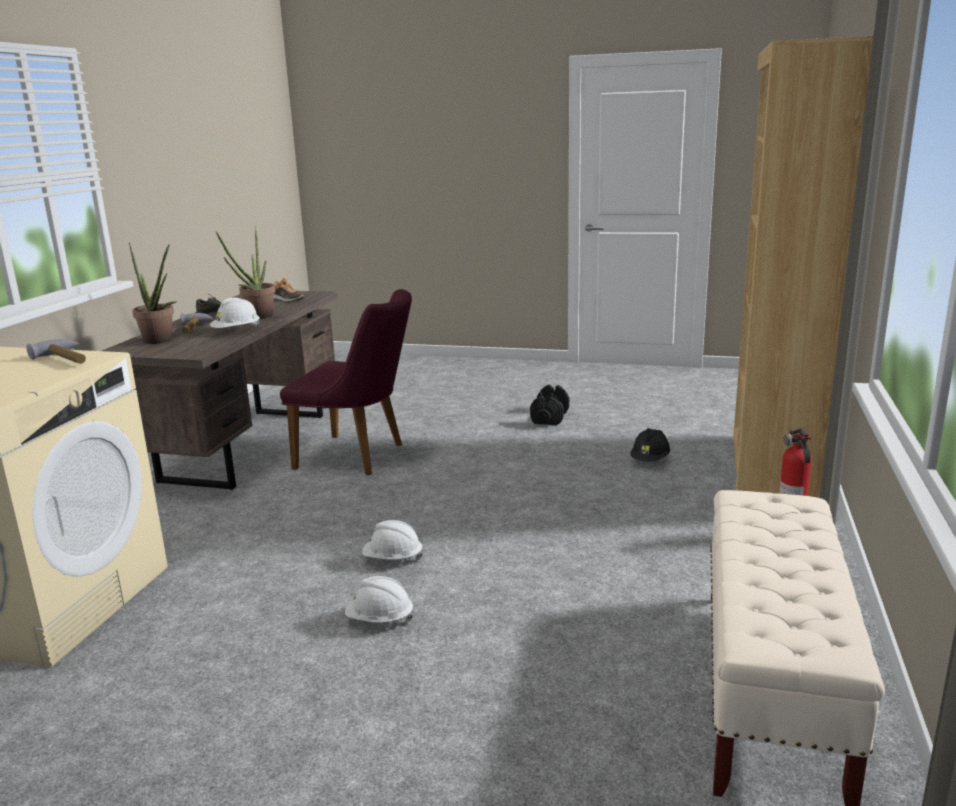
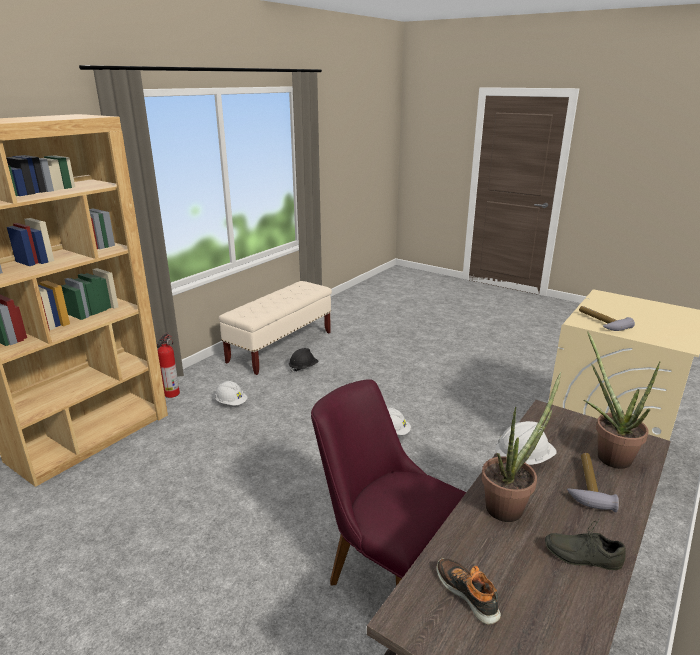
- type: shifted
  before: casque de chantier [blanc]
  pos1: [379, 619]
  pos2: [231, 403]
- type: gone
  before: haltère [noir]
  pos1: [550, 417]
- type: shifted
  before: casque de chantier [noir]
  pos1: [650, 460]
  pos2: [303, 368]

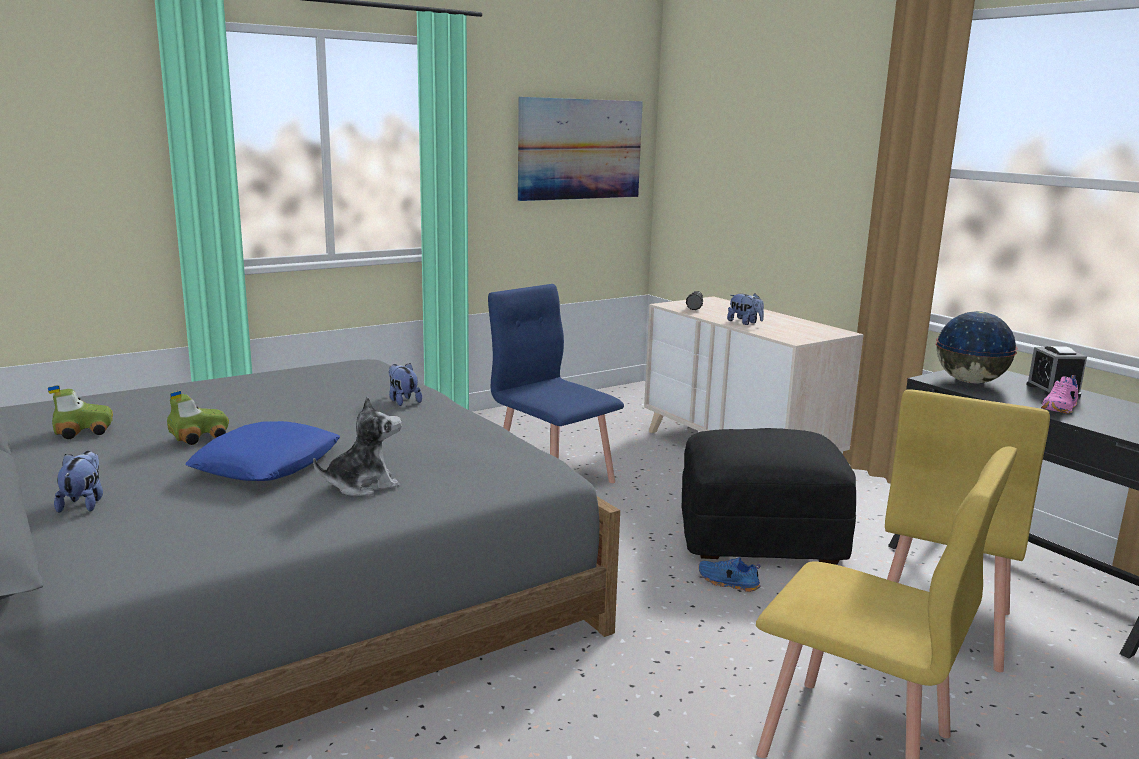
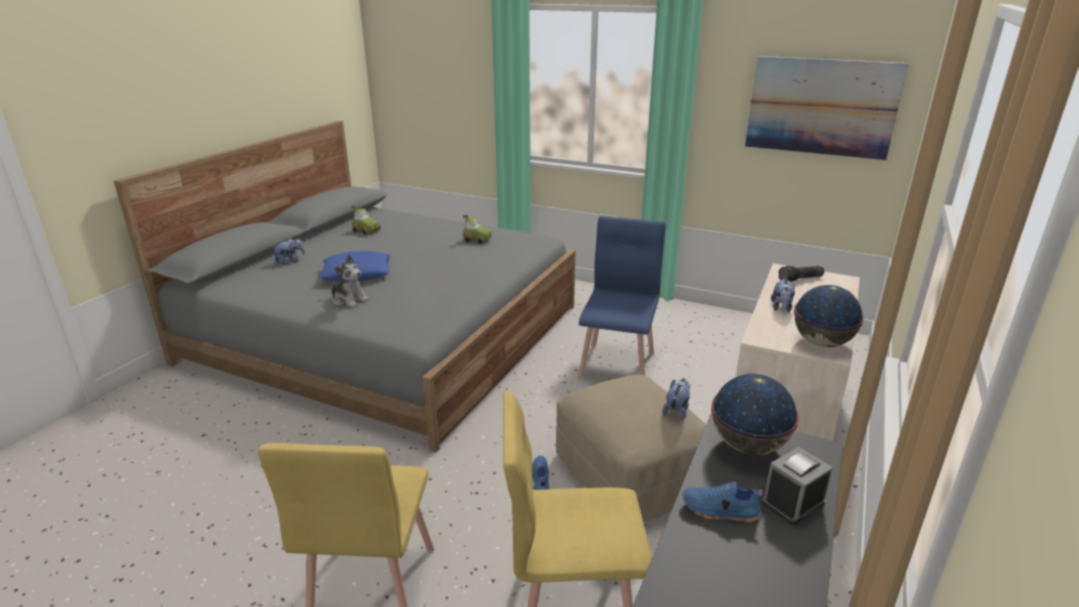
- type: shifted
  before: petite voiture
  pos1: [198, 436]
  pos2: [478, 240]
- type: shifted
  before: peluche
  pos1: [403, 401]
  pos2: [676, 411]
- type: repainted
  before: pouf [noir]
  after: pouf [beige]
  pos1: [760, 536]
  pos2: [630, 475]
- type: repainted
  before: chaussure [rose]
  after: chaussure [bleu]
  pos1: [1060, 408]
  pos2: [720, 511]
- type: new
  after: globe
  pos2: [821, 342]

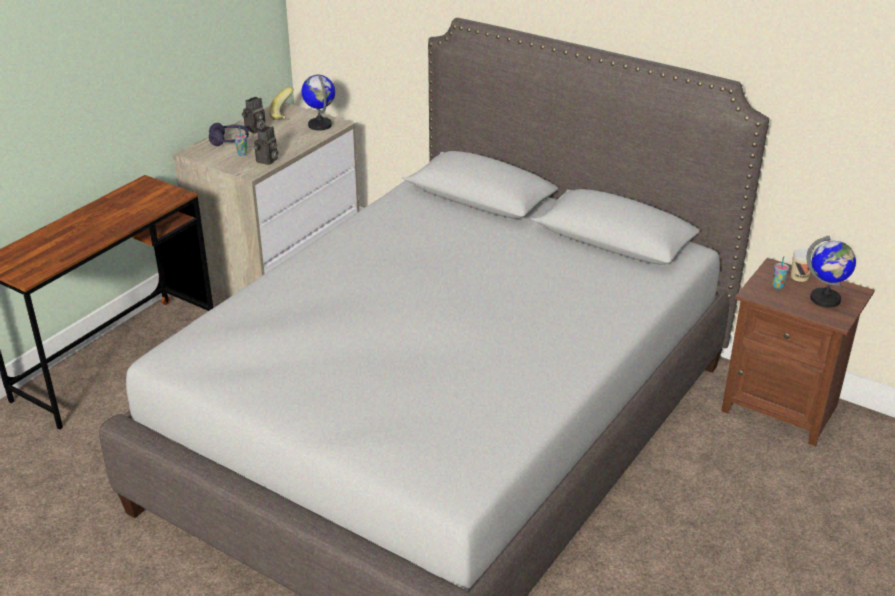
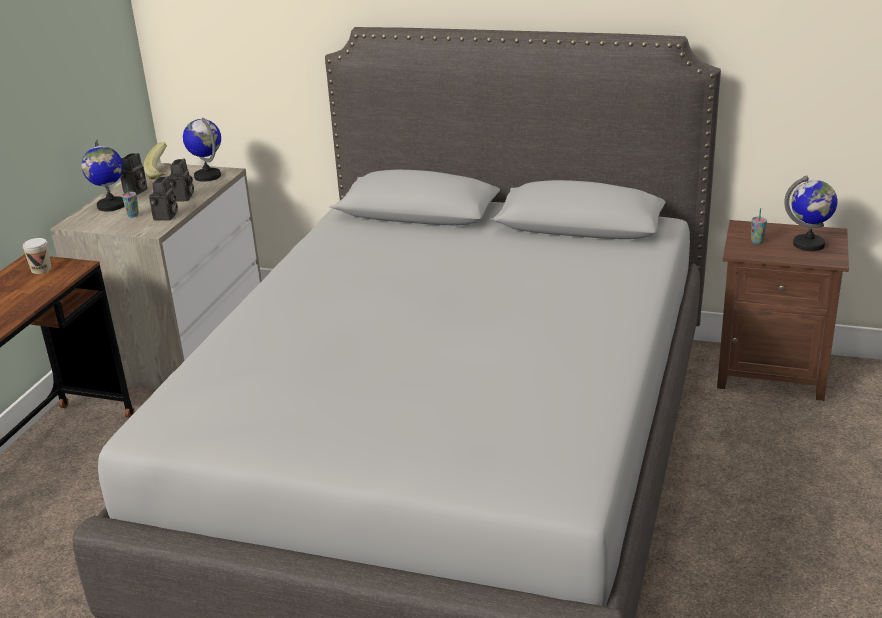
- type: swapped
  before: casque audio [violet]
  after: globe
  pos1: [229, 141]
  pos2: [111, 206]
- type: shifted
  before: tasse
  pos1: [799, 277]
  pos2: [41, 269]
- type: new
  after: appareil photo
  pos2: [183, 198]

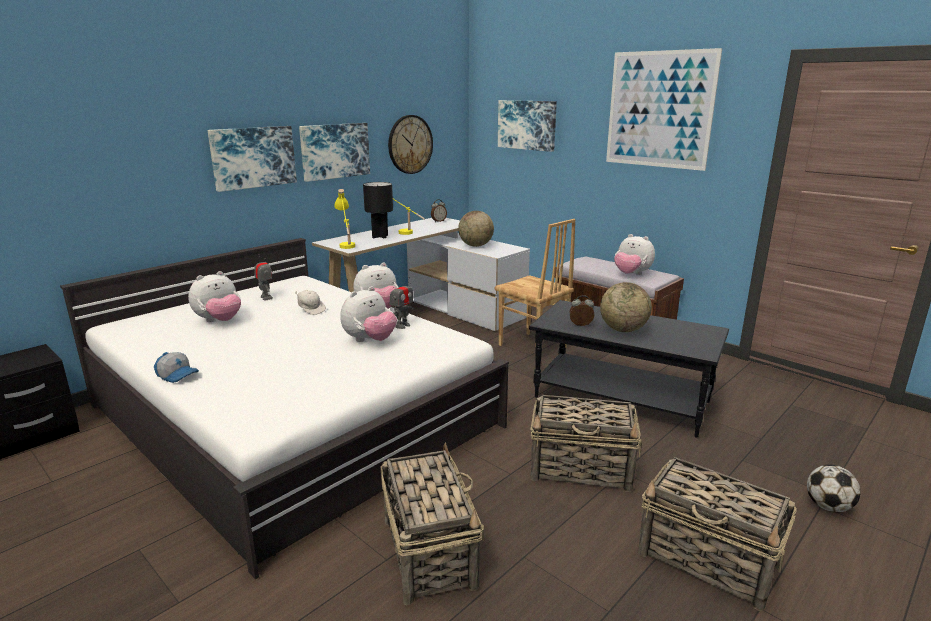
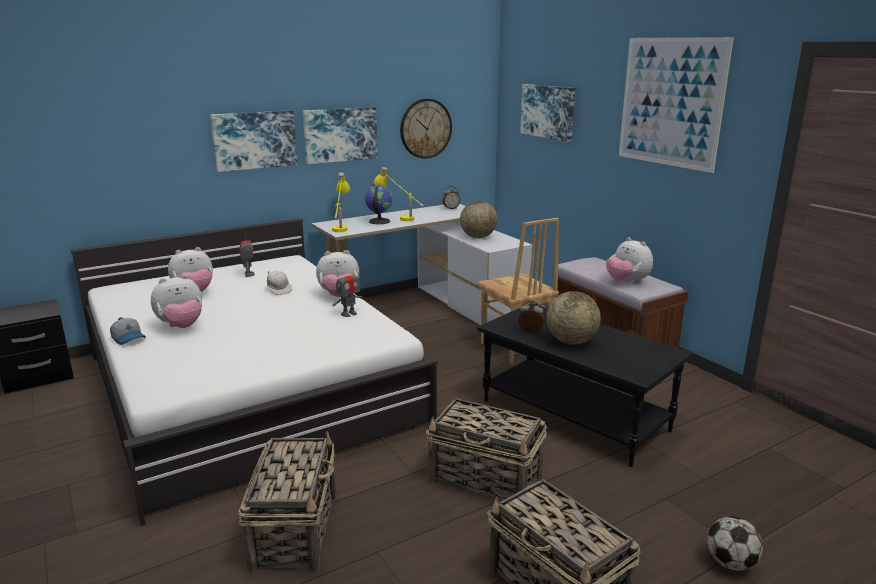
- type: shifted
  before: peluche
  pos1: [370, 340]
  pos2: [181, 326]
- type: swapped
  before: lampe de table [noir]
  after: globe
  pos1: [379, 236]
  pos2: [379, 221]

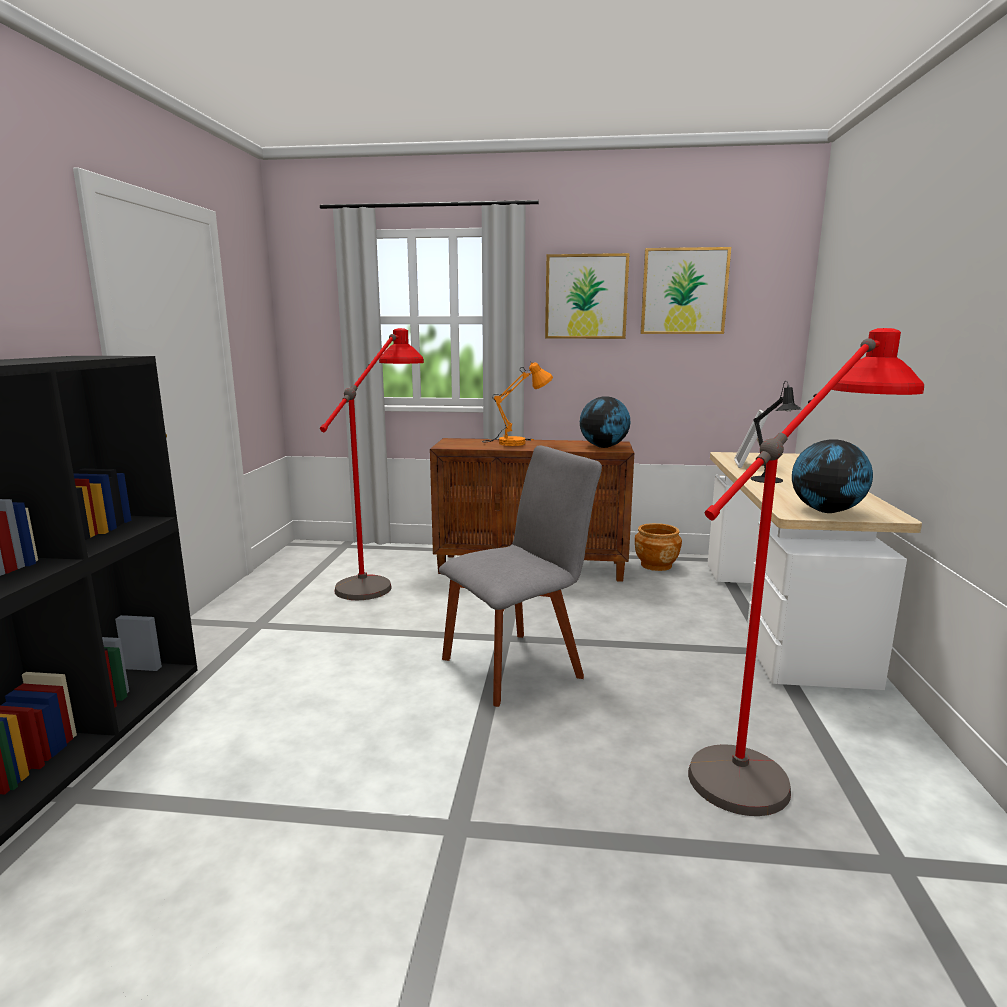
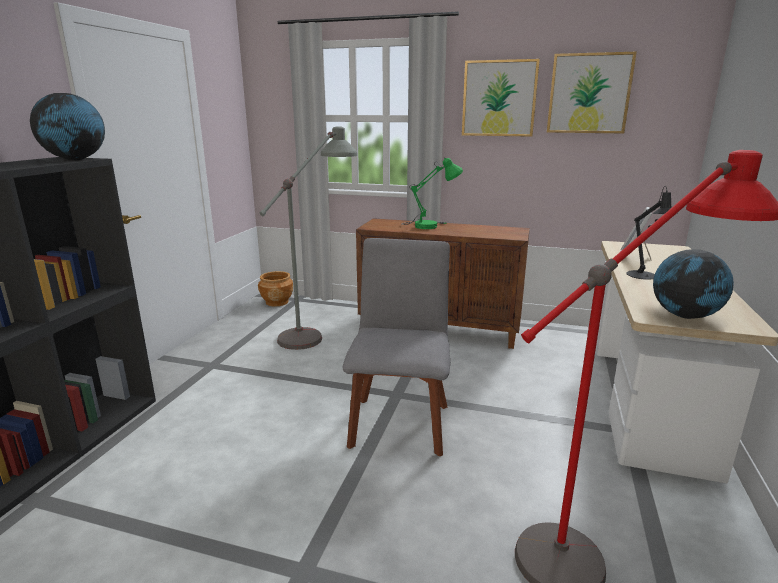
- type: repainted
  before: lampadaire [rouge]
  after: lampadaire [gris]
  pos1: [383, 575]
  pos2: [319, 328]
- type: rotated
  before: chaise [gris]
  pos1: [517, 665]
  pos2: [399, 421]
  turn: -60
- type: repainted
  before: lampe de table [orange]
  after: lampe de table [vert]
  pos1: [515, 442]
  pos2: [429, 225]
- type: shifted
  before: globe
  pos1: [604, 447]
  pos2: [75, 159]
- type: shifted
  before: cache-pot [marron]
  pos1: [656, 565]
  pos2: [277, 302]

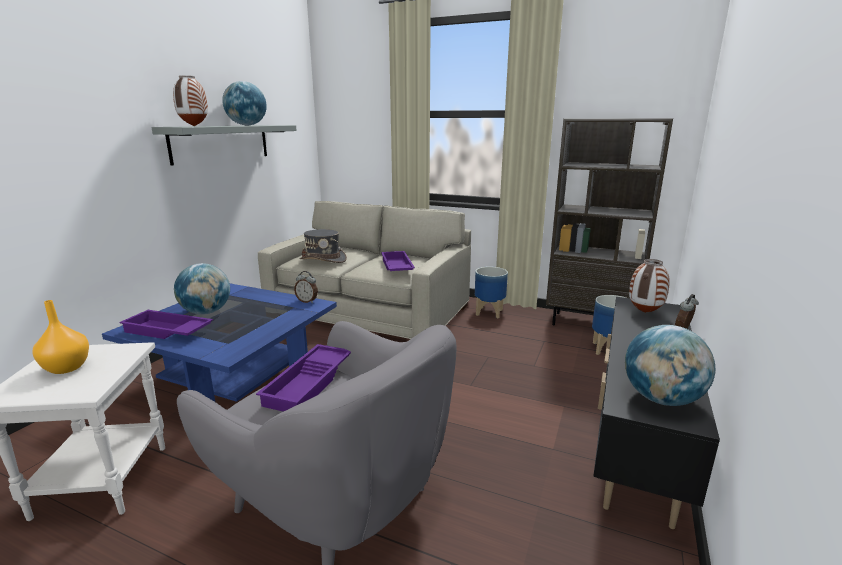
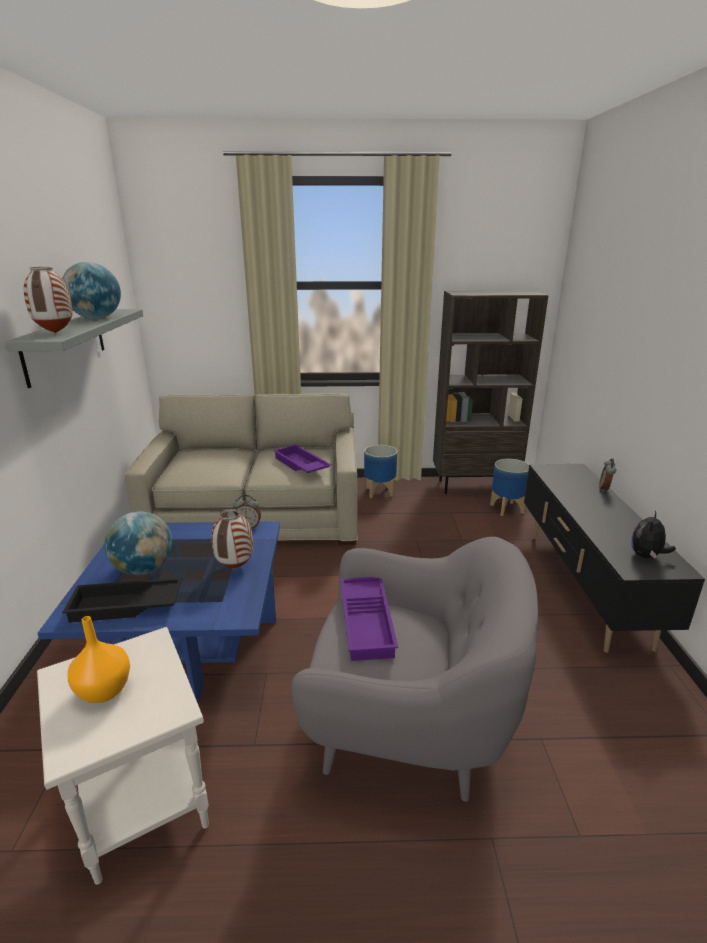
- type: repainted
  before: plateau [violet]
  after: plateau [noir]
  pos1: [166, 331]
  pos2: [125, 606]
- type: gone
  before: chapeau [gris]
  pos1: [323, 259]
- type: swapped
  before: globe
  after: peluche
  pos1: [661, 399]
  pos2: [646, 556]
- type: shifted
  before: vase
  pos1: [644, 312]
  pos2: [235, 566]

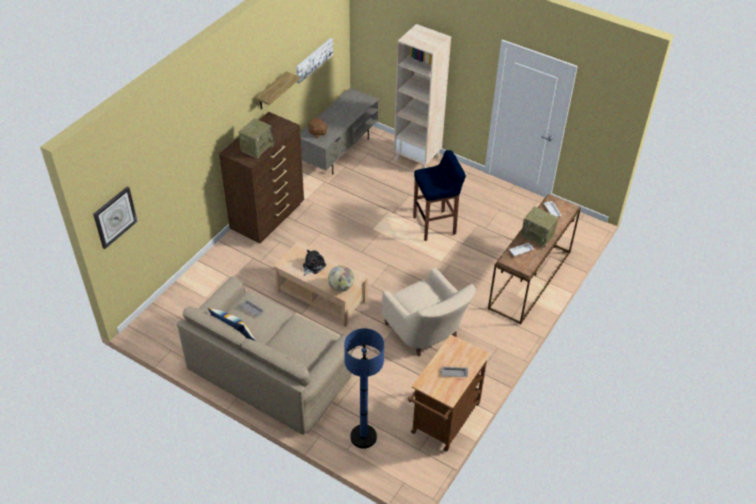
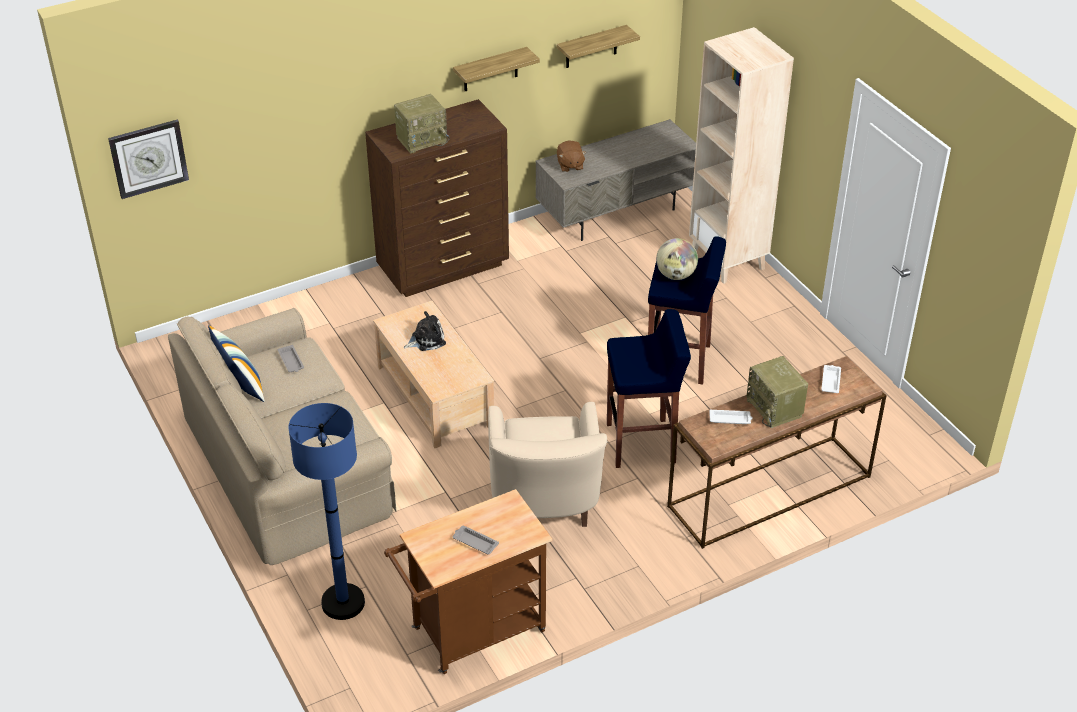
- type: swapped
  before: tableau
  after: étagère
  pos1: [313, 60]
  pos2: [591, 47]
- type: shifted
  before: globe
  pos1: [341, 287]
  pos2: [675, 275]
- type: new
  after: tabouret [bleu]
  pos2: [642, 443]

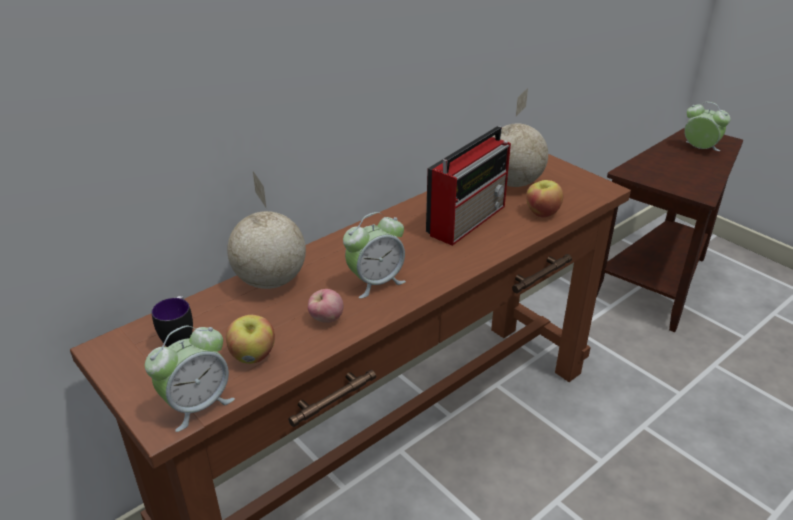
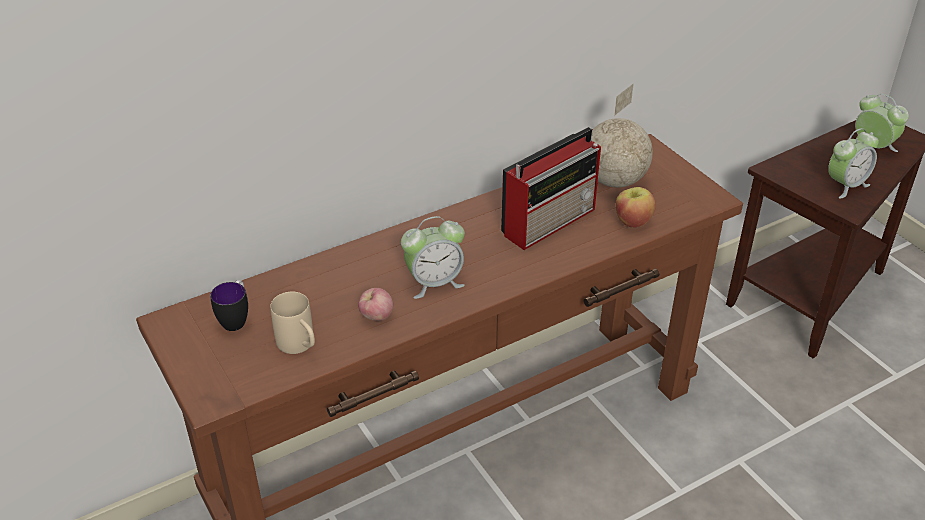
- type: shifted
  before: réveil
  pos1: [197, 405]
  pos2: [846, 185]
- type: swapped
  before: pomme
  after: mug [beige]
  pos1: [253, 356]
  pos2: [300, 346]
- type: gone
  before: globe
  pos1: [270, 281]

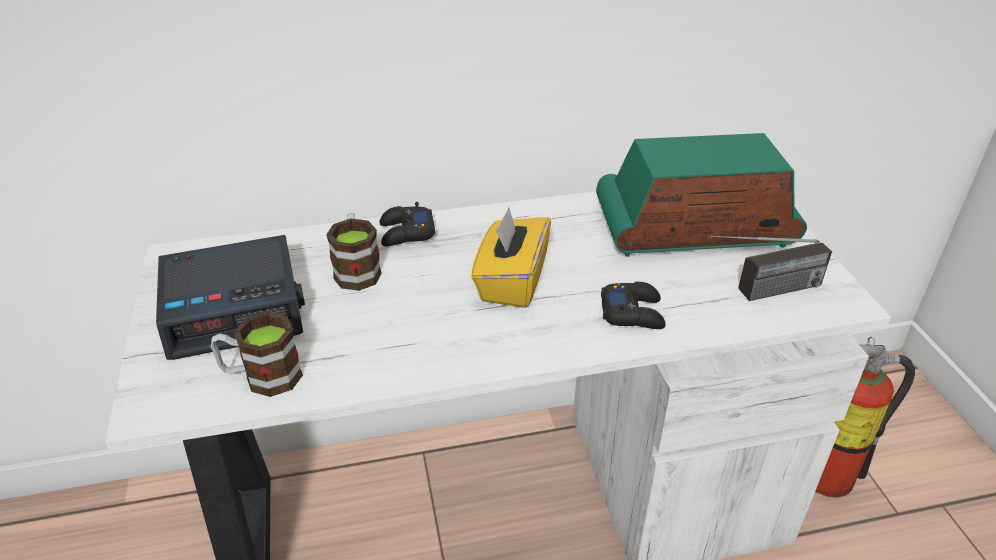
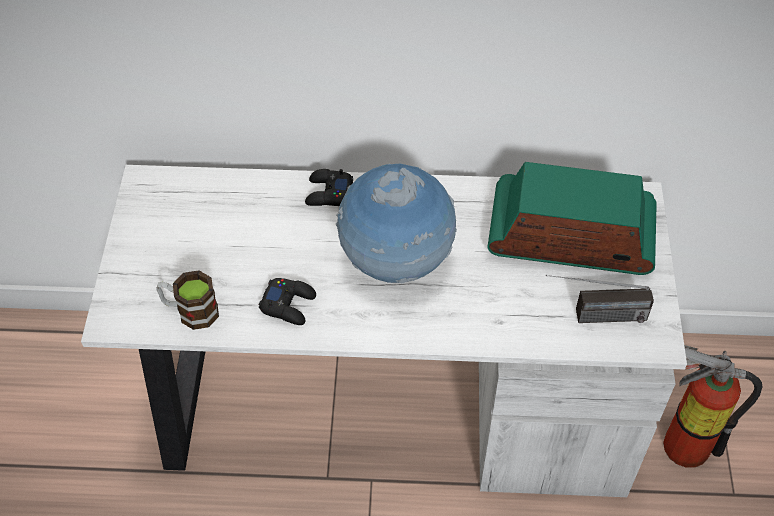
- type: gone
  before: réveil
  pos1: [235, 308]
- type: gone
  before: mug
  pos1: [357, 269]
- type: swapped
  before: boîte à mouchoirs [jaune]
  after: globe
  pos1: [511, 282]
  pos2: [396, 263]
- type: shifted
  before: manette [noir]
  pos1: [632, 312]
  pos2: [288, 304]

